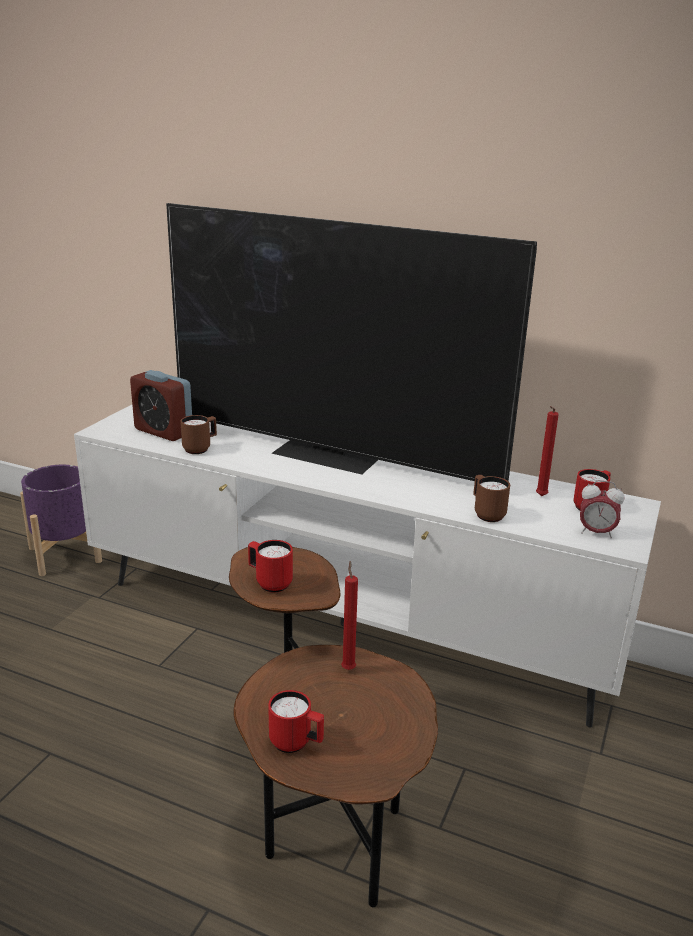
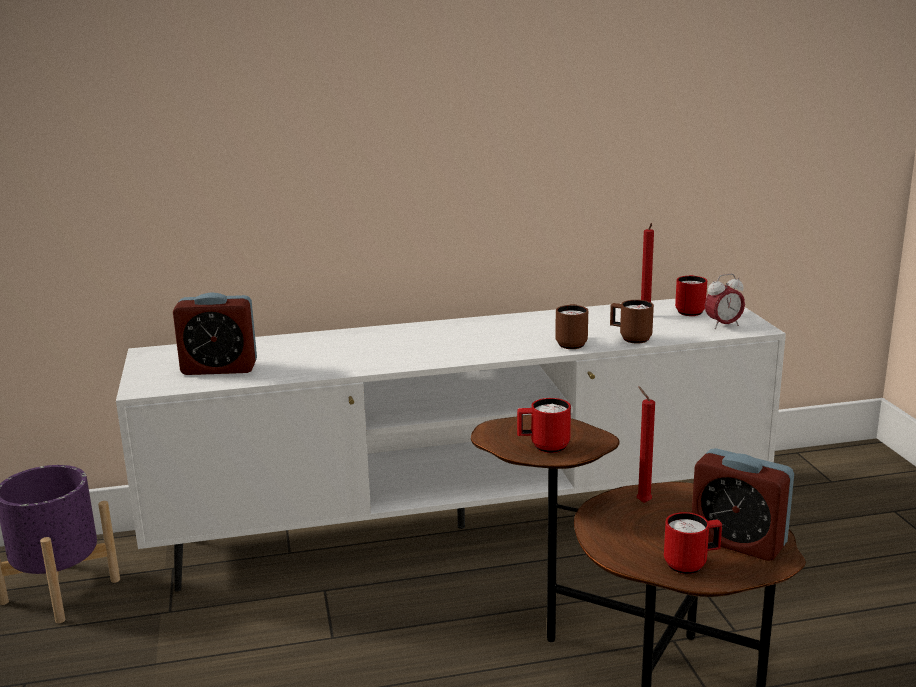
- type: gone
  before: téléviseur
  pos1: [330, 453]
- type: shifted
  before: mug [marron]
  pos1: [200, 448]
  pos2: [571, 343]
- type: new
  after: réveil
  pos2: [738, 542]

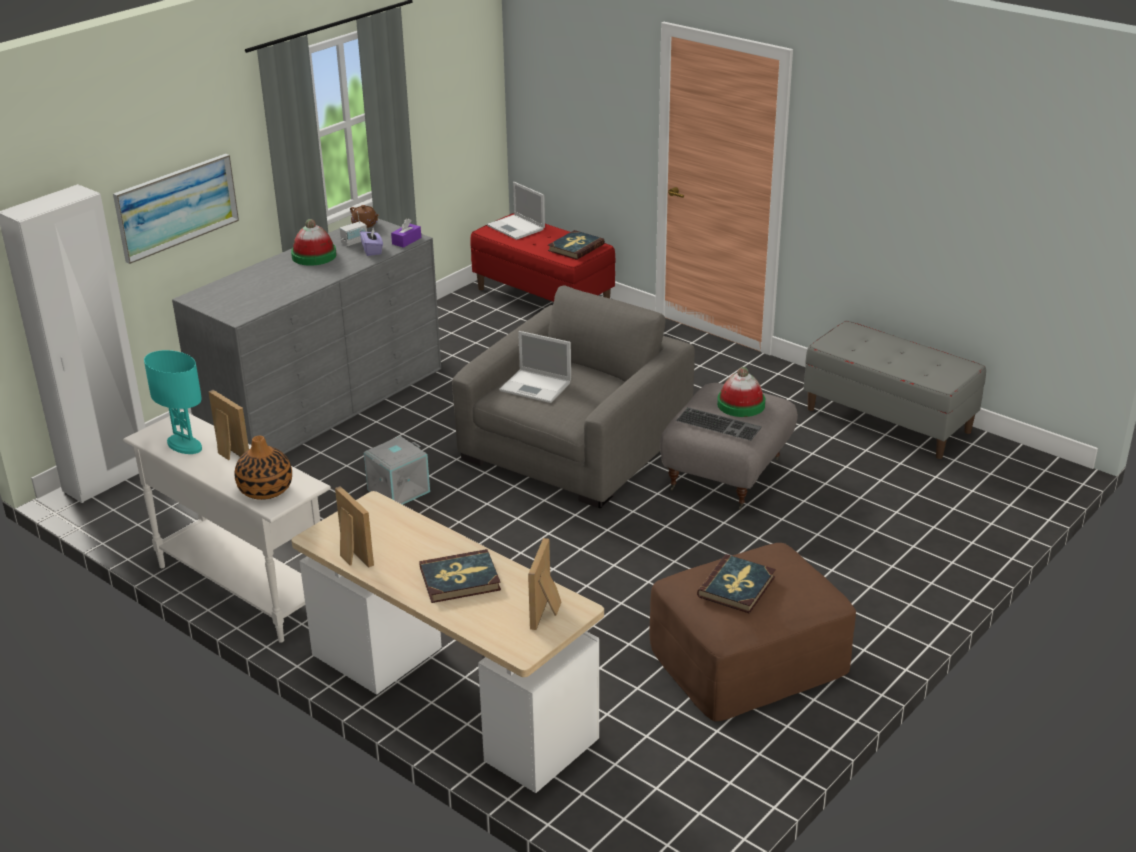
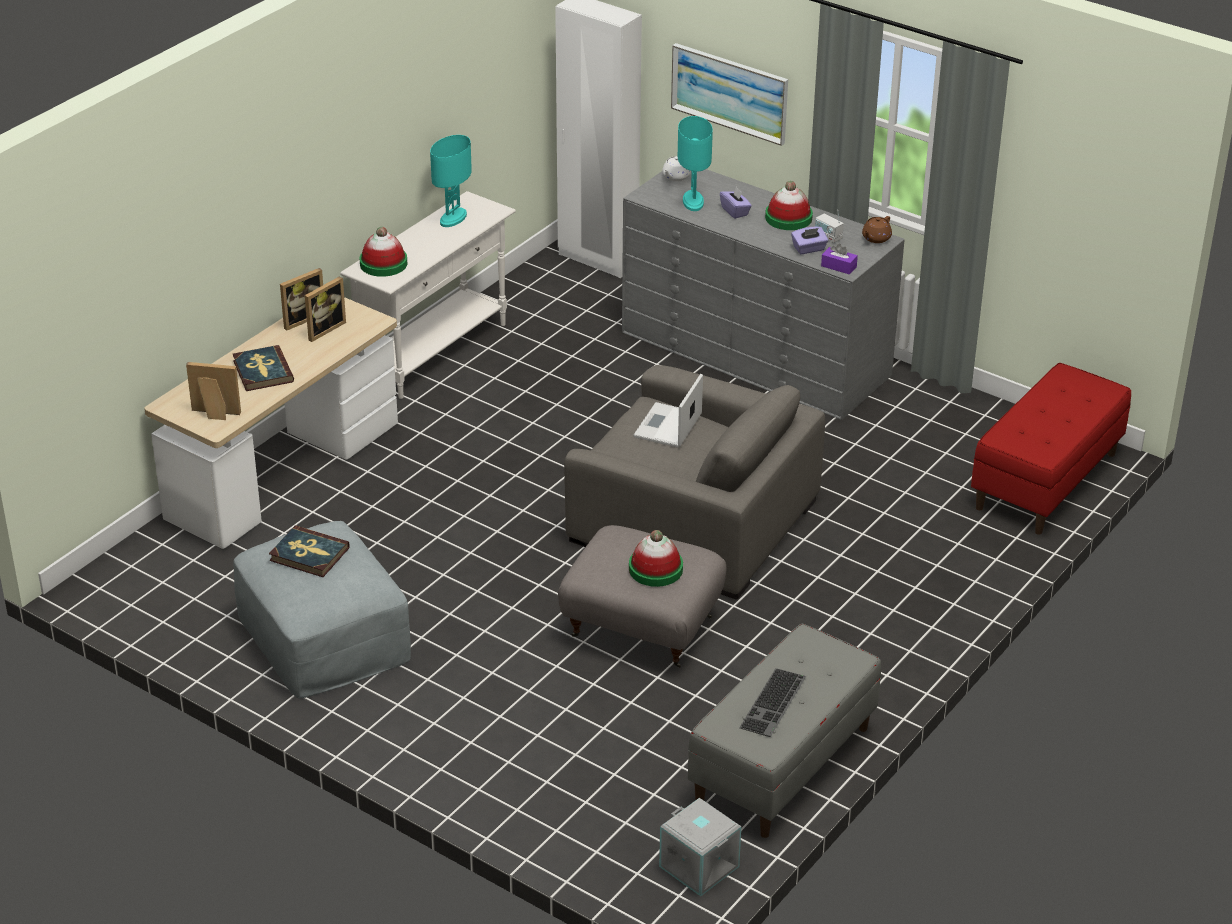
- type: shifted
  before: cadre photo
  pos1: [228, 452]
  pos2: [323, 329]
- type: swapped
  before: vase
  after: chapeau
  pos1: [266, 489]
  pos2: [383, 264]
- type: shifted
  before: boîte de rangement [gris]
  pos1: [398, 490]
  pos2: [700, 866]
- type: gone
  before: ordinateur portable
  pos1: [516, 228]
- type: gone
  before: livre
  pos1: [575, 247]
- type: repainted
  before: pouf [marron]
  after: pouf [gris]
  pos1: [748, 658]
  pos2: [323, 636]
- type: shifted
  before: clavier
  pos1: [719, 424]
  pos2: [774, 703]
- type: new
  after: théière [blanc]
  pos2: [675, 177]
- type: new
  after: lampe de table [turquoise]
  pos2: [692, 202]
- type: new
  after: boîte à mouchoirs [violet]
  pos2: [735, 211]

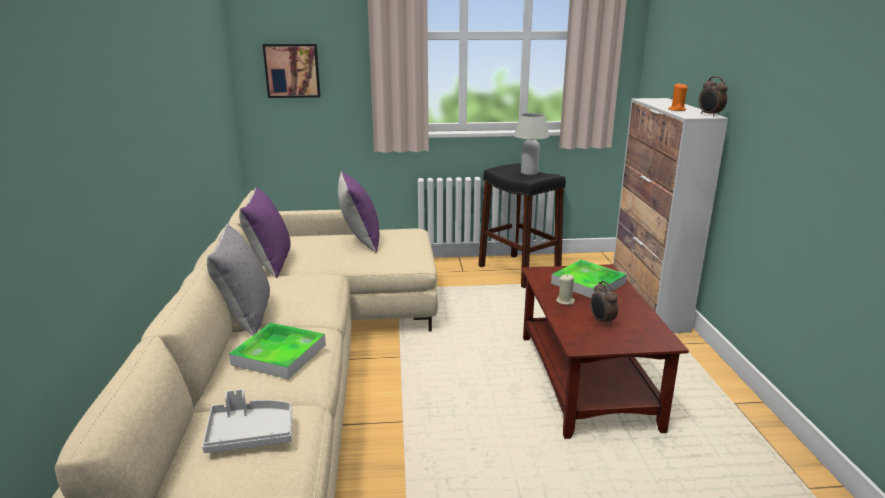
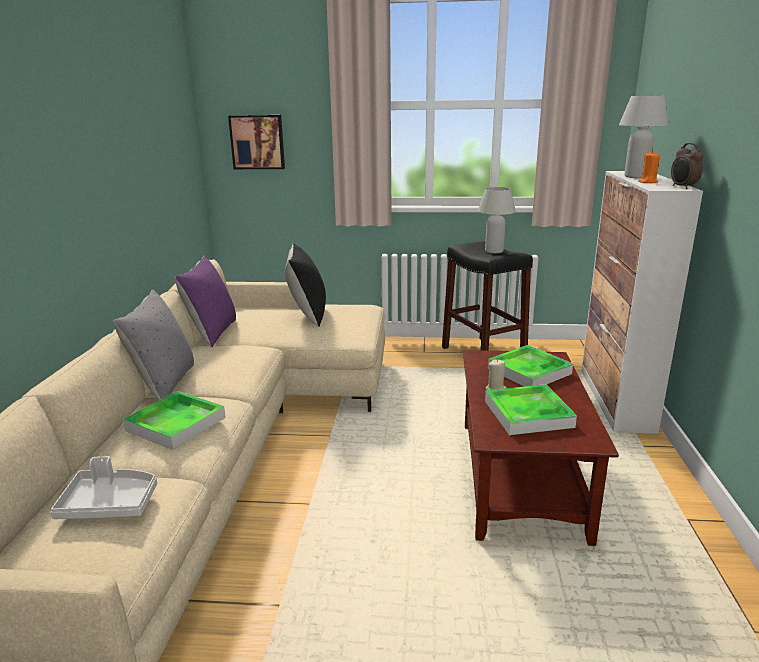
- type: repainted
  before: coussin [violet]
  after: coussin [noir]
  pos1: [360, 241]
  pos2: [307, 315]
- type: swapped
  before: réveil
  after: plateau
  pos1: [601, 321]
  pos2: [528, 414]
- type: new
  after: lampe de table [blanc]
  pos2: [636, 177]

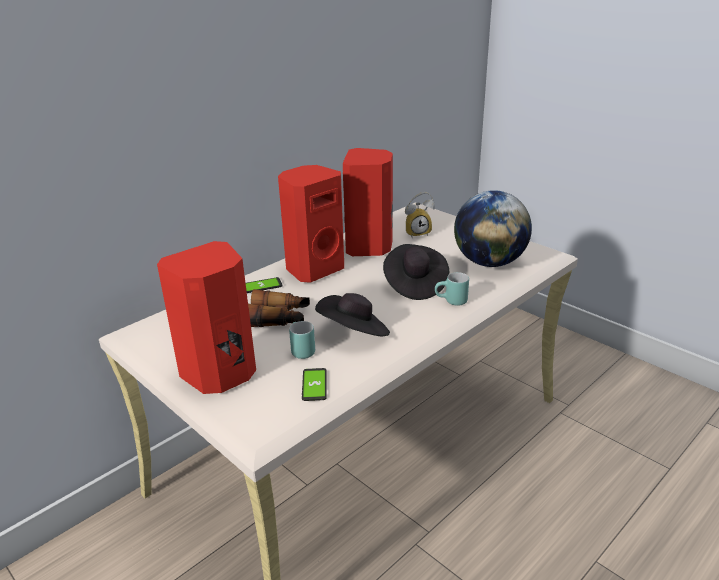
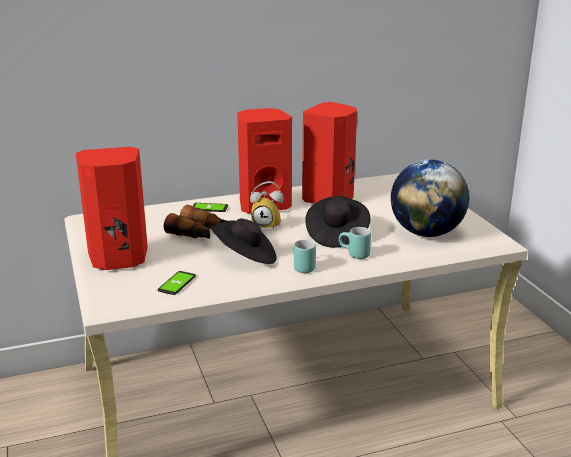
- type: shifted
  before: mug [turquoise]
  pos1: [299, 350]
  pos2: [303, 266]
- type: shifted
  before: réveil
  pos1: [417, 233]
  pos2: [267, 225]

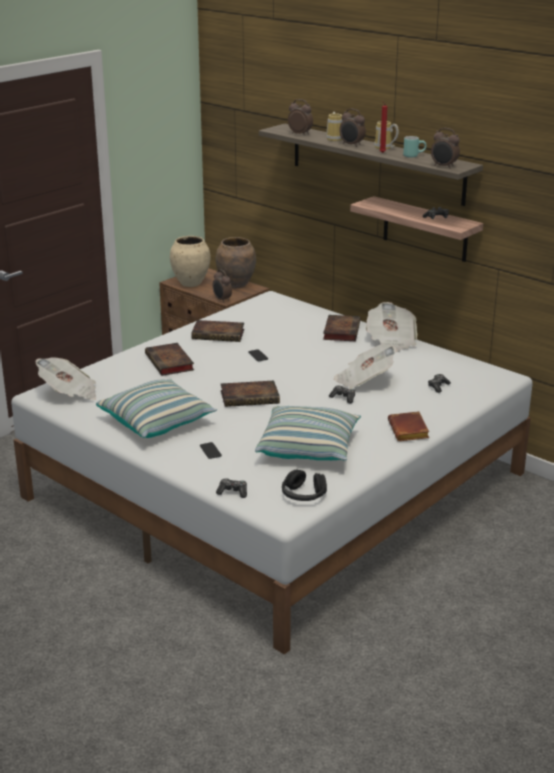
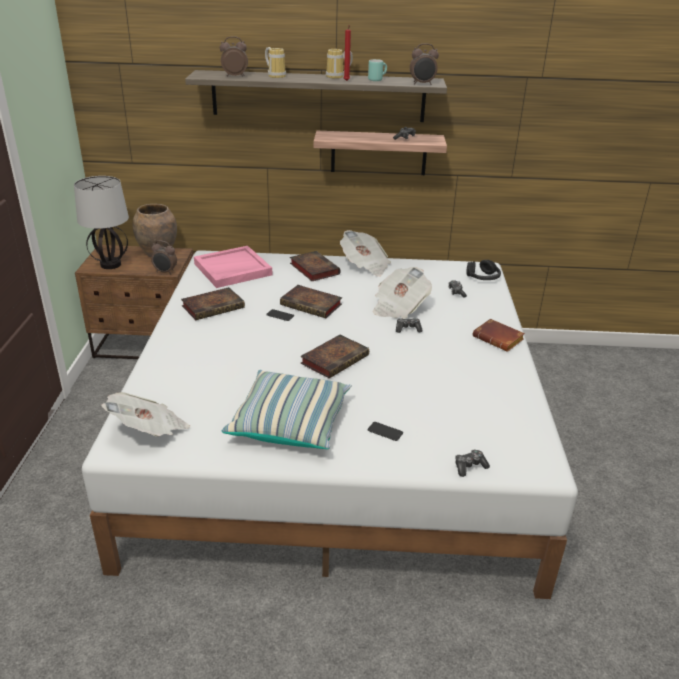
- type: shifted
  before: livre
  pos1: [170, 363]
  pos2: [312, 305]
- type: swapped
  before: vase [beige]
  after: lampe de table
  pos1: [190, 283]
  pos2: [110, 265]
- type: gone
  before: coussin
  pos1: [308, 448]
- type: shifted
  before: casque audio [noir]
  pos1: [303, 495]
  pos2: [483, 277]
- type: gone
  before: réveil
  pos1: [351, 145]
- type: new
  after: plateau [rose]
  pos2: [232, 270]

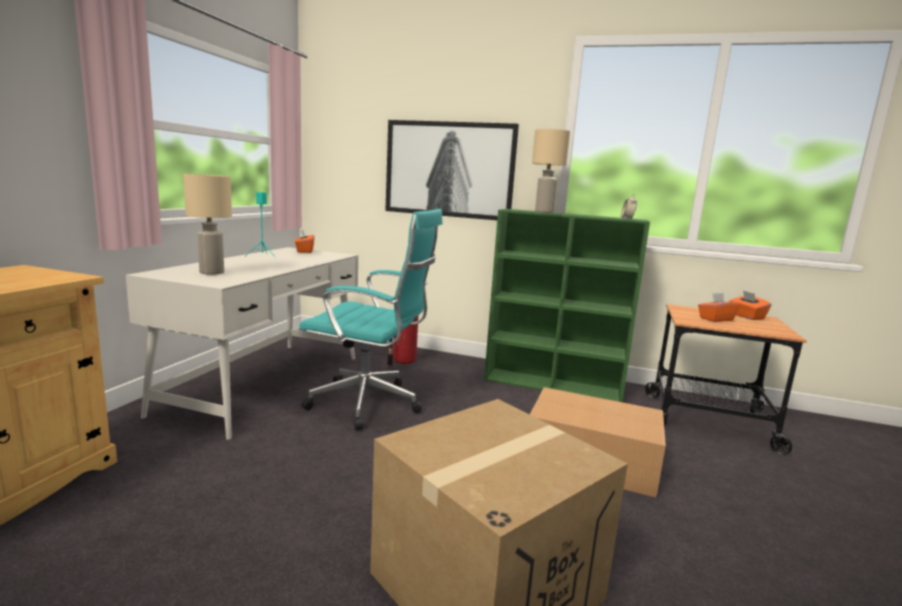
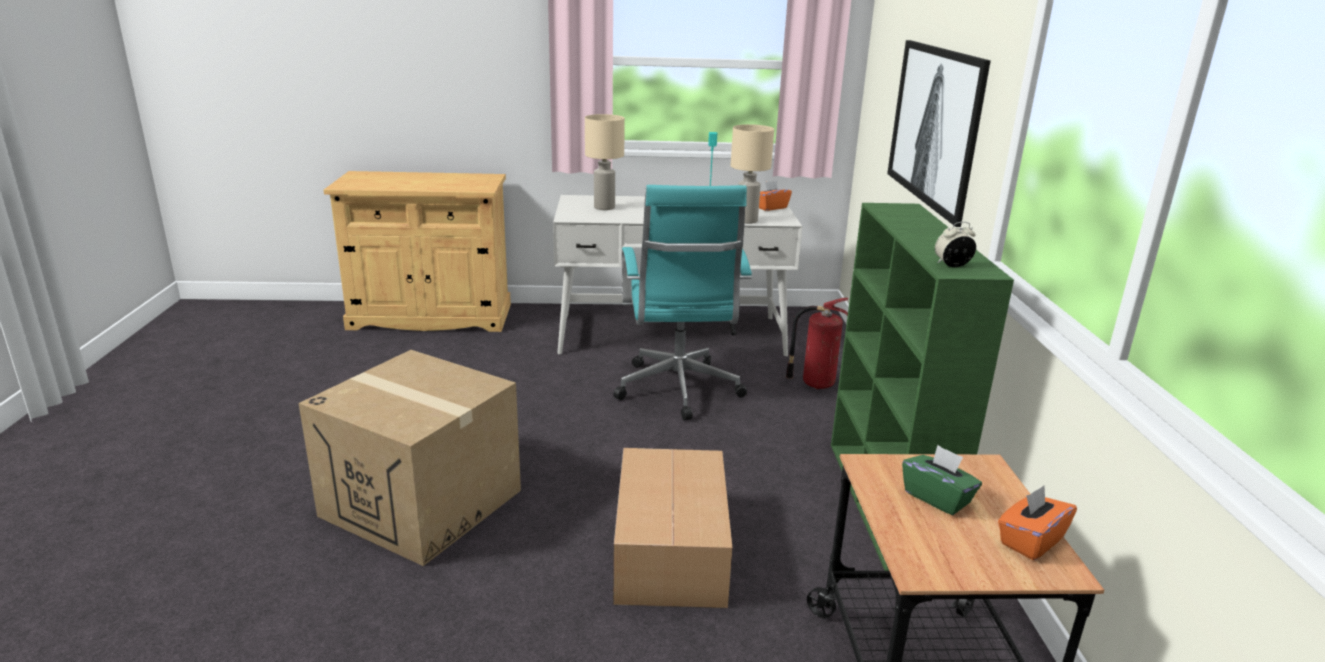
- type: shifted
  before: lampe de table [beige]
  pos1: [544, 212]
  pos2: [747, 221]
- type: repainted
  before: boîte à mouchoirs [orange]
  after: boîte à mouchoirs [vert]
  pos1: [715, 319]
  pos2: [937, 498]

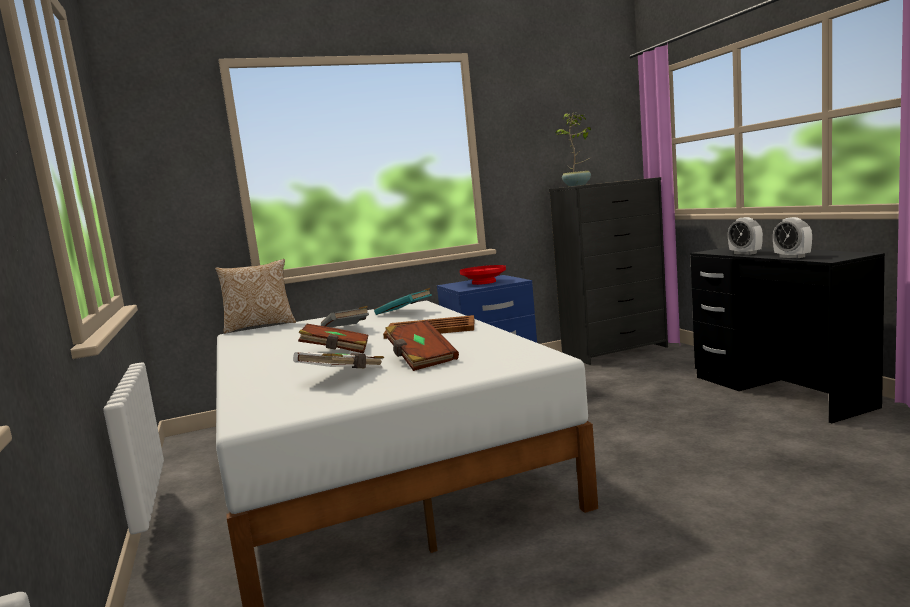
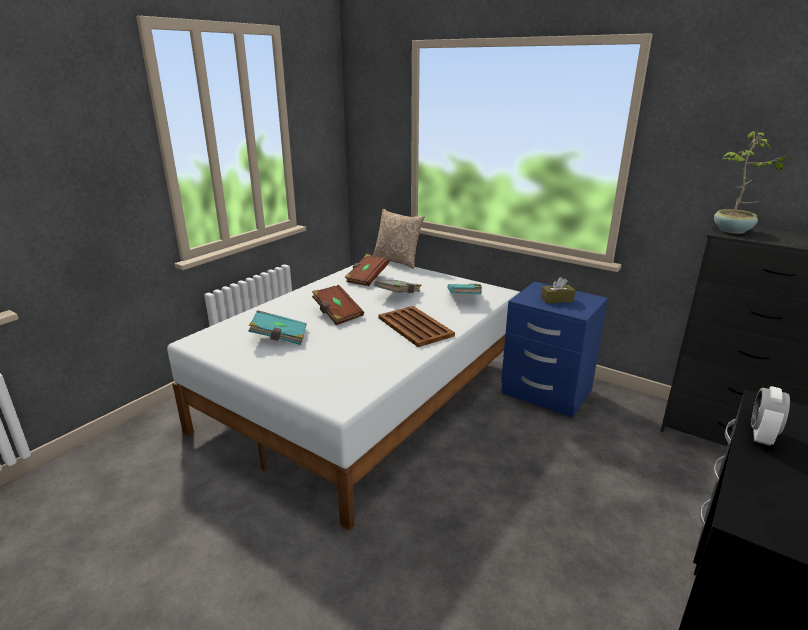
- type: repainted
  before: livre [blanc]
  after: livre [turquoise]
  pos1: [343, 376]
  pos2: [279, 338]
- type: shifted
  before: livre [marron]
  pos1: [421, 359]
  pos2: [367, 278]
- type: swapped
  before: bol [rouge]
  after: boîte à mouchoirs [marron]
  pos1: [484, 282]
  pos2: [557, 300]
- type: gone
  before: réveil
  pos1: [792, 257]

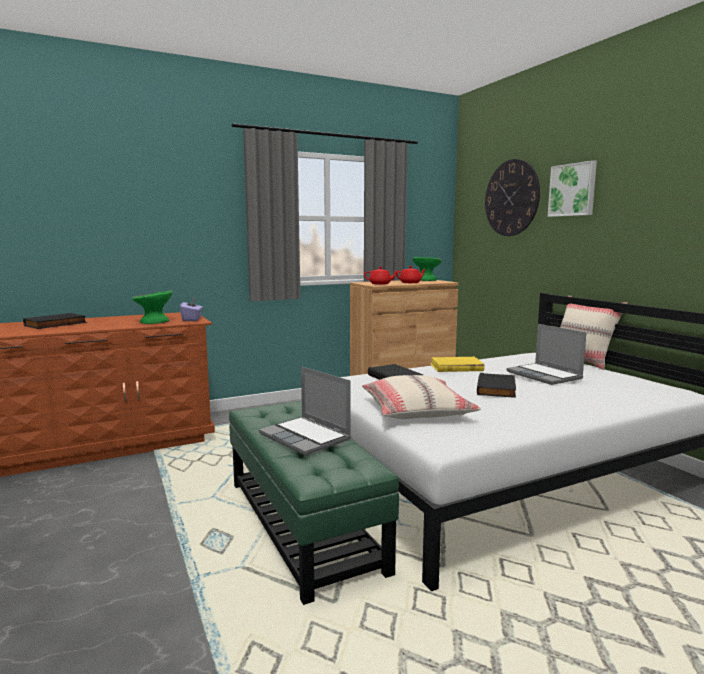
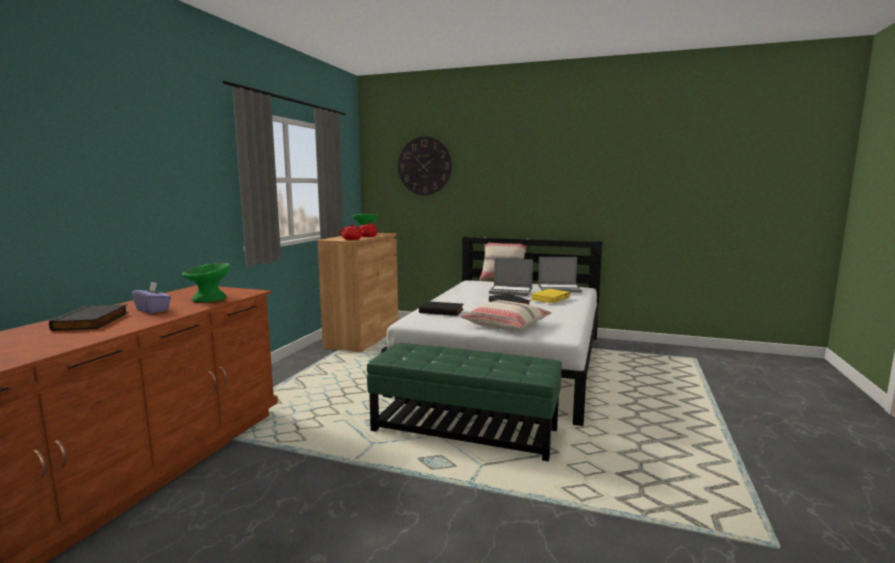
- type: shifted
  before: boîte à mouchoirs [violet]
  pos1: [192, 319]
  pos2: [153, 310]
- type: shifted
  before: ordinateur portable
  pos1: [306, 437]
  pos2: [559, 289]
- type: shifted
  before: livre [jaune]
  pos1: [456, 367]
  pos2: [550, 298]
- type: gone
  before: tableau
  pos1: [573, 190]

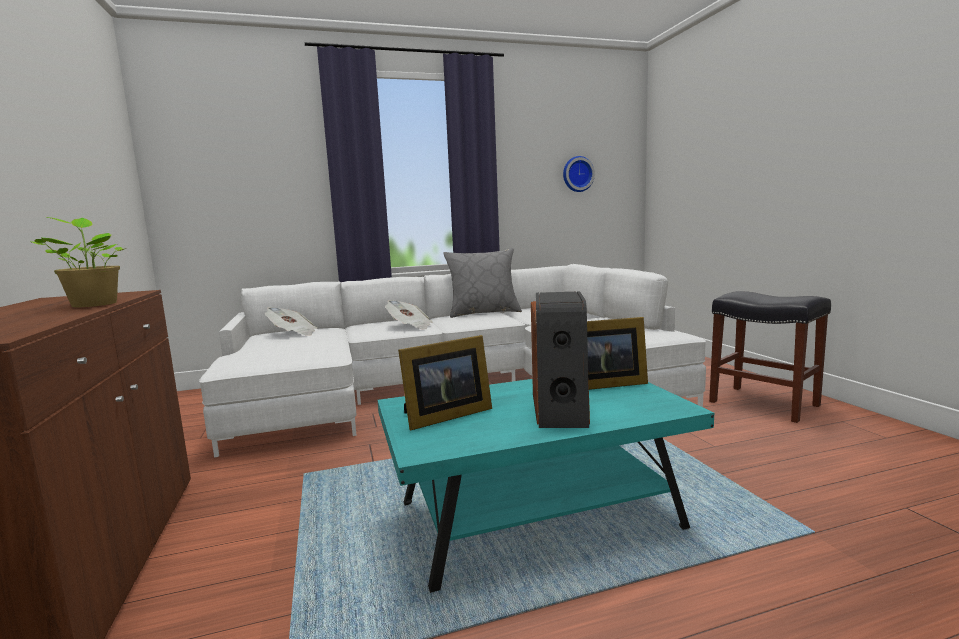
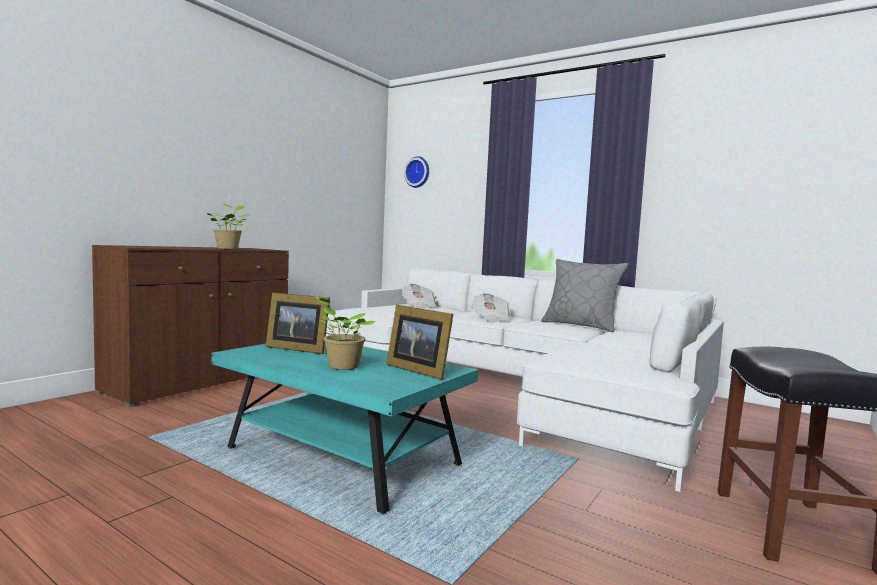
- type: swapped
  before: enceinte
  after: plante en pot
  pos1: [561, 409]
  pos2: [341, 366]
- type: shifted
  before: horloge murale
  pos1: [577, 174]
  pos2: [418, 172]

